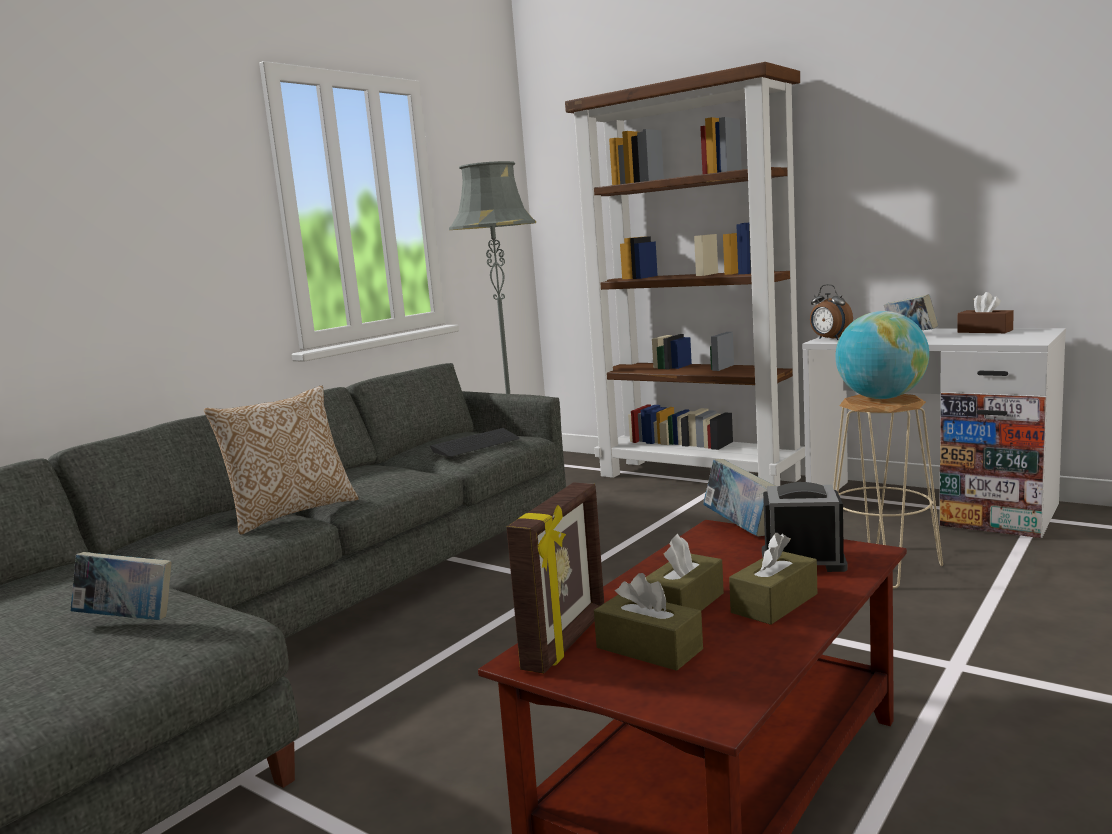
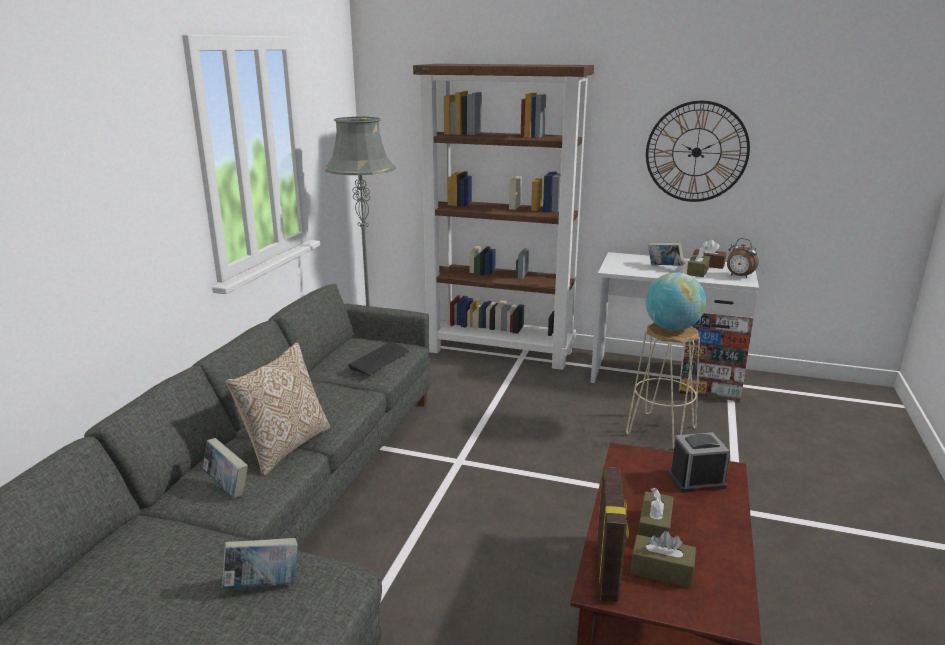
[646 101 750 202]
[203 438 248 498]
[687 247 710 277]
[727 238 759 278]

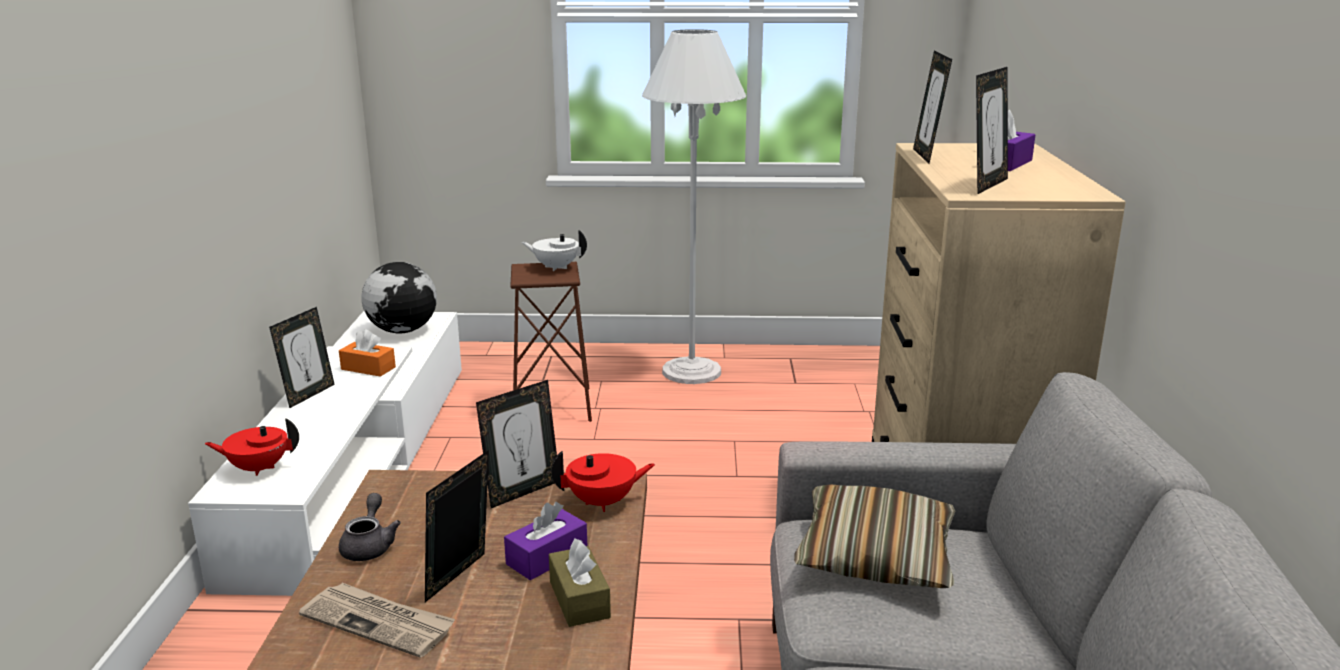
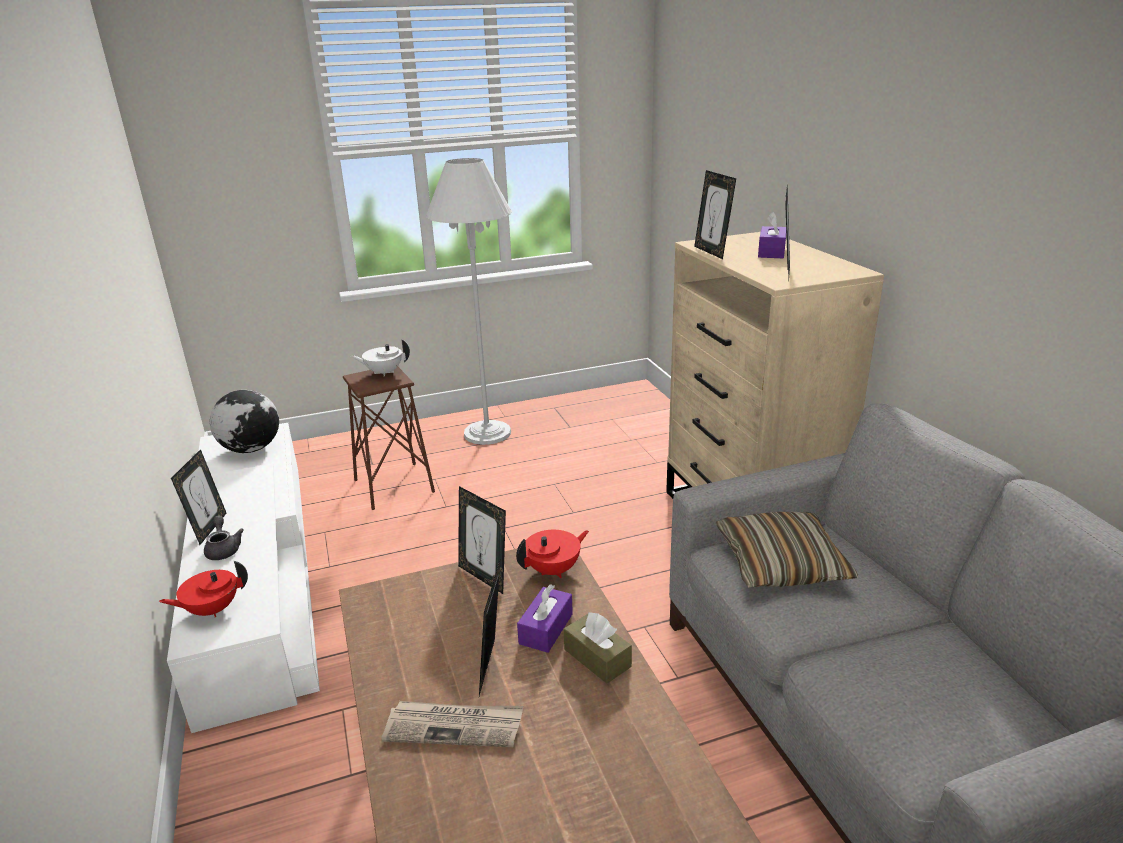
[339 329 396 377] (first image)
[204 516 244 560]
[458 486 506 594]

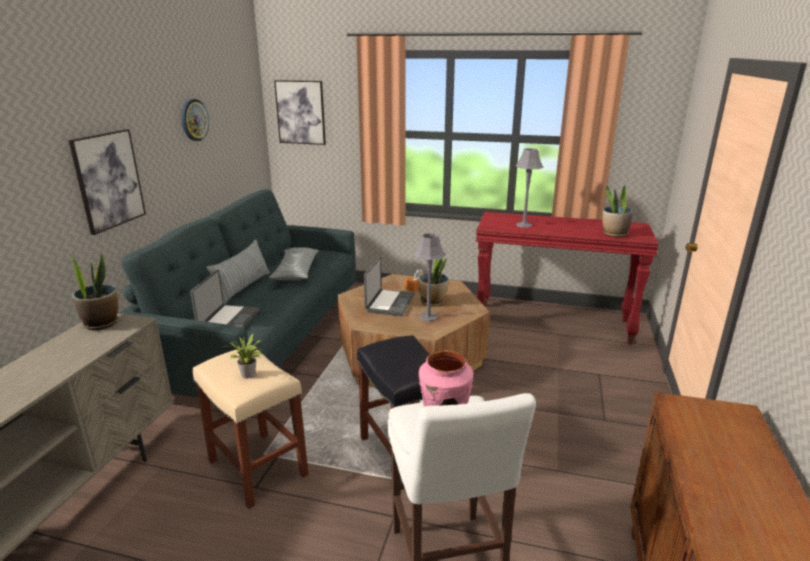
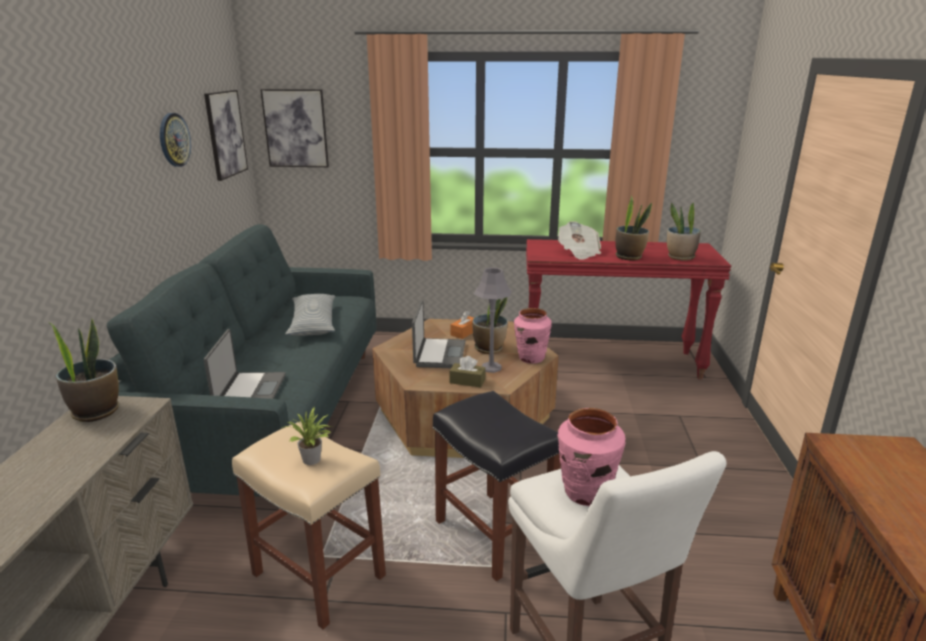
[206 240 270 304] (first image)
[449 356 486 387]
[514 308 552 364]
[615 196 652 260]
[204 90 248 181]
[558 221 601 260]

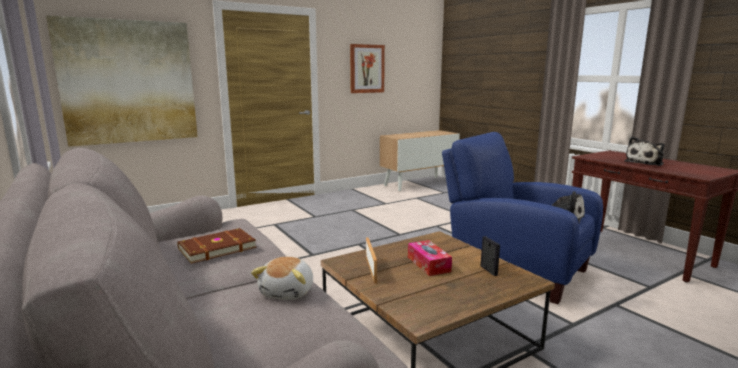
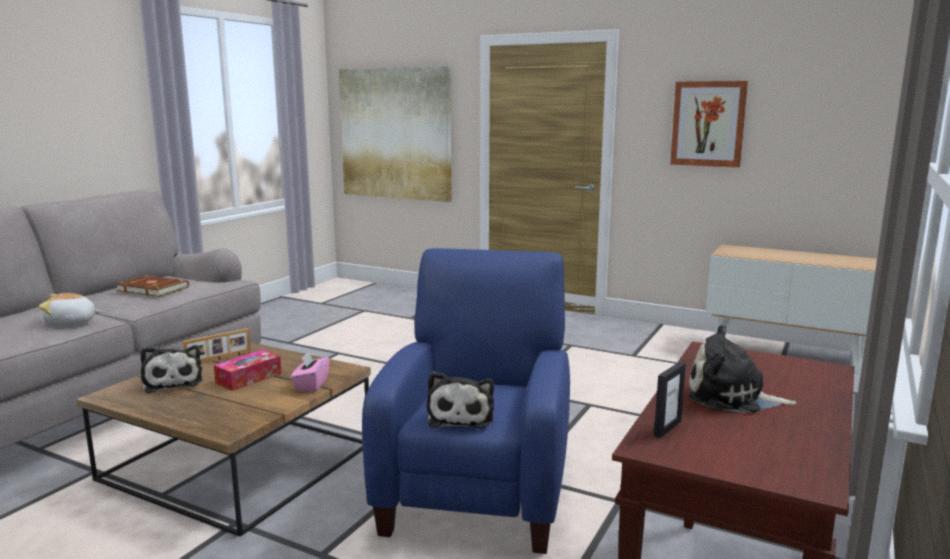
[140 345 203 394]
[291 351 330 392]
[653 362 686 438]

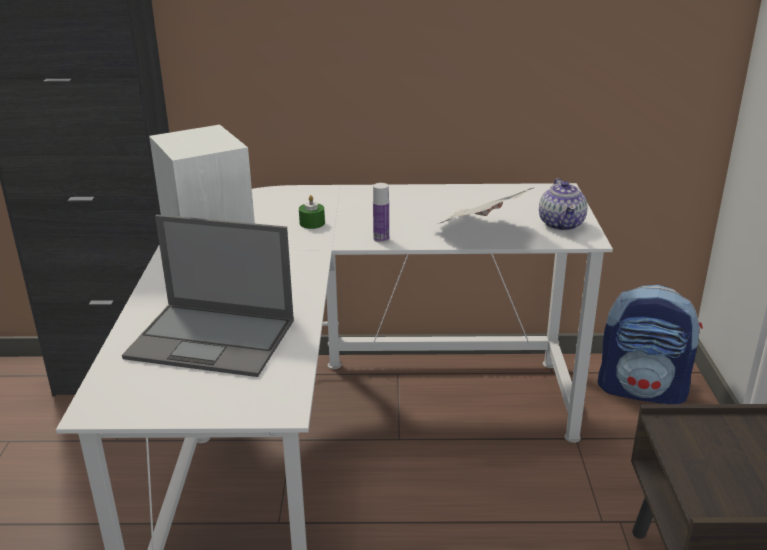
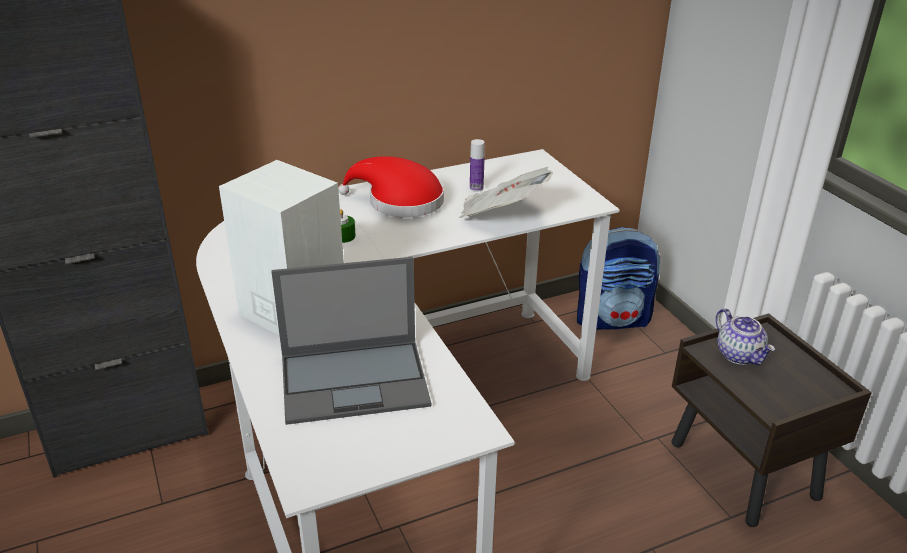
[338 156 444 217]
[470 139 485 192]
[715 308 775 365]

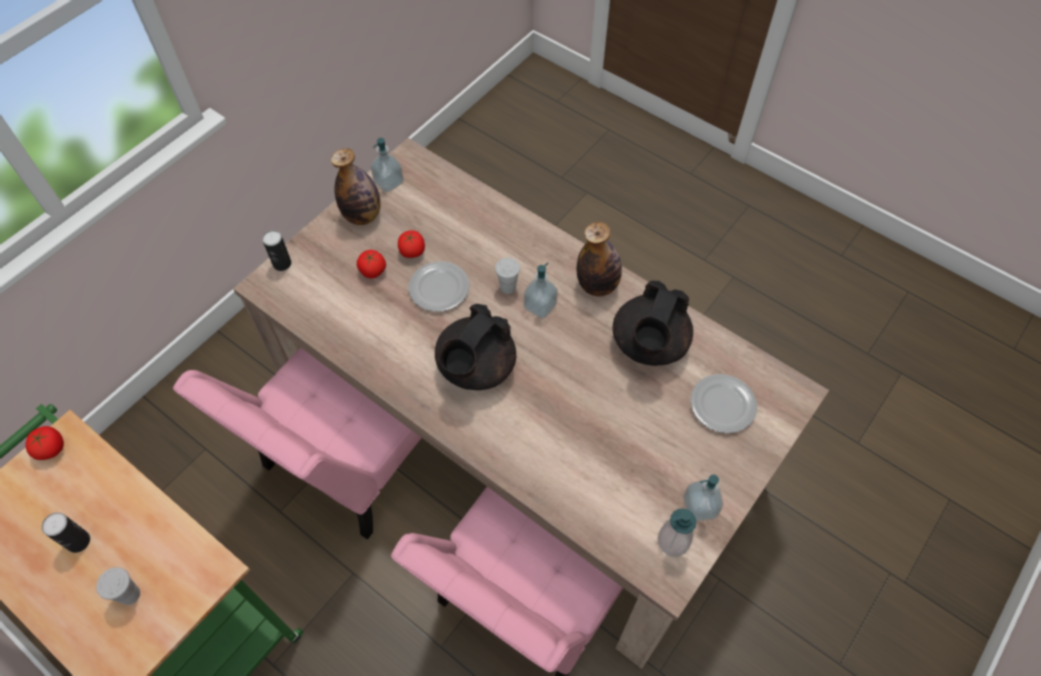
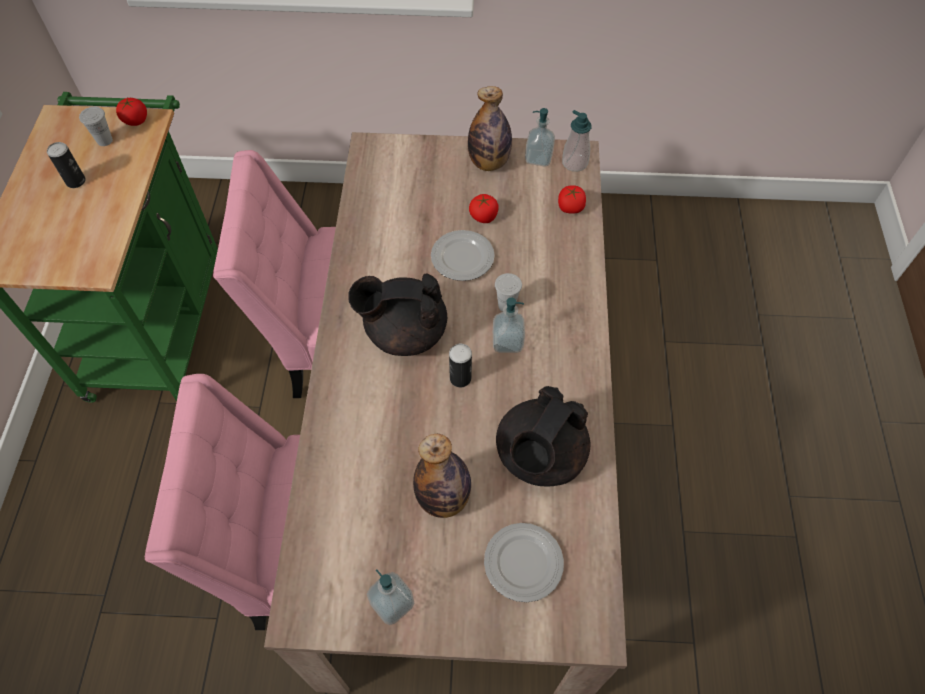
[79 107 113 146]
[449 344 472 387]
[558 185 586 214]
[413 434 471 518]
[562 110 592 172]
[496 386 591 486]

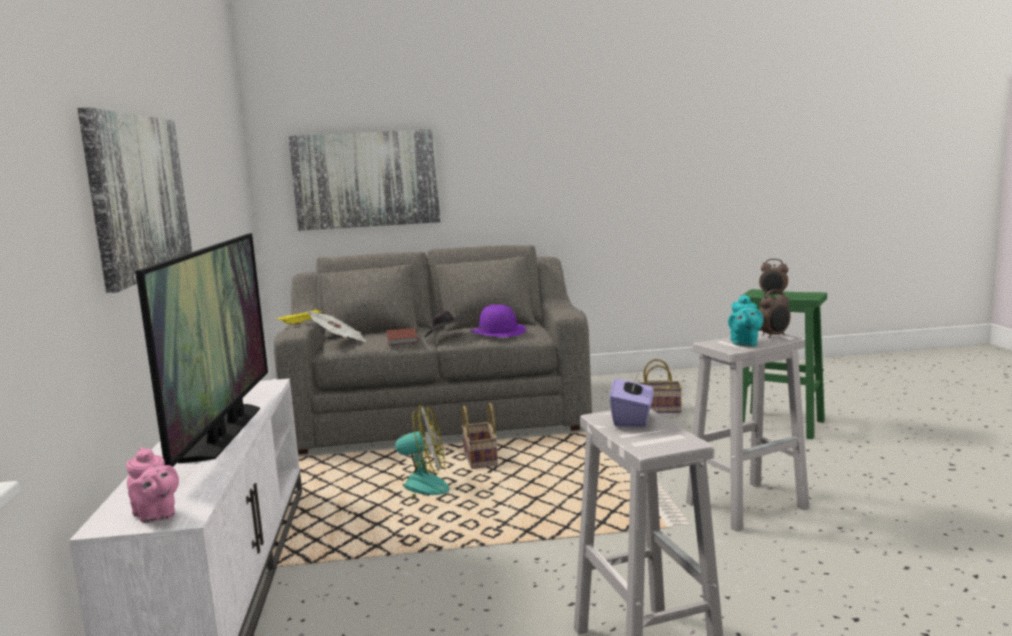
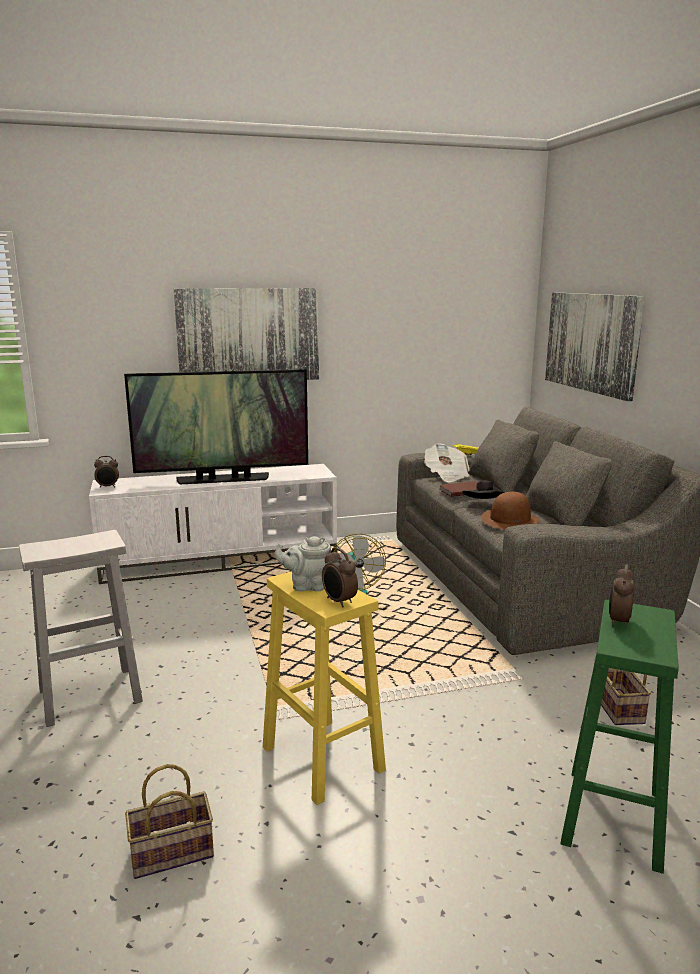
[610 370 654 427] (first image)
[125 764 214 879]
[94 456 119 488]
[481 492 540 529]
[263 572 386 805]
[275 536 331 592]

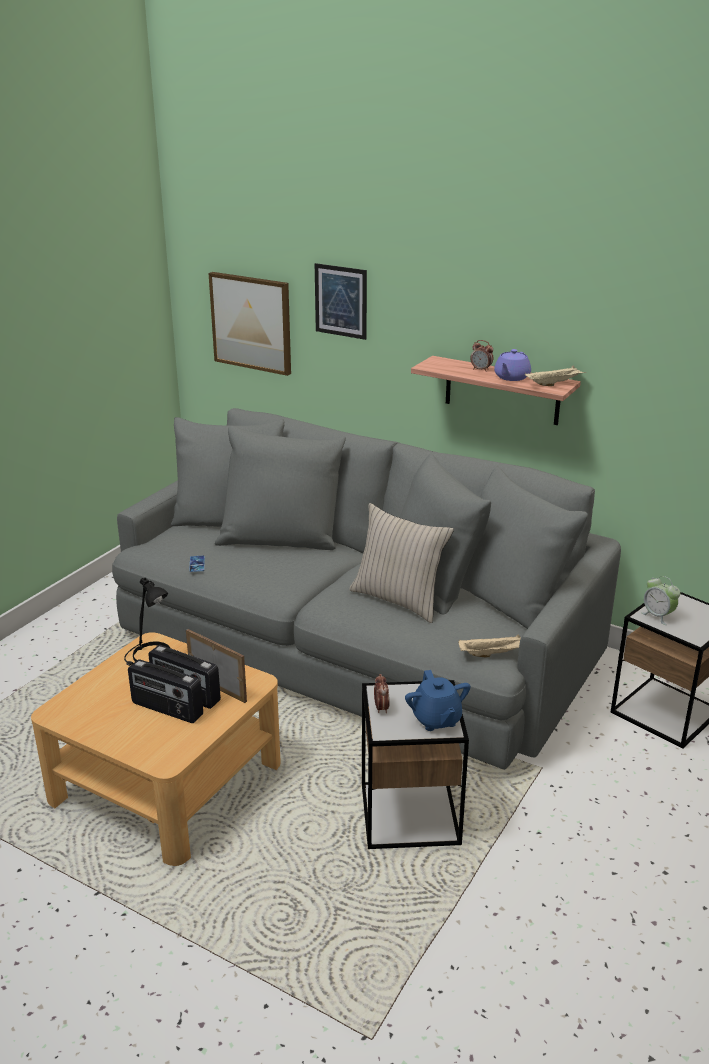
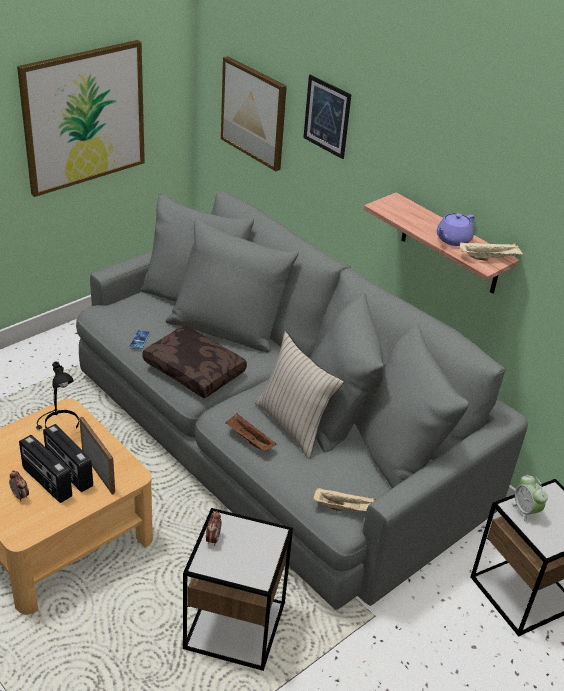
[405 670 471 731] (first image)
[17 40 145 197]
[142 325 247 398]
[225 413 276 451]
[9 470 29 502]

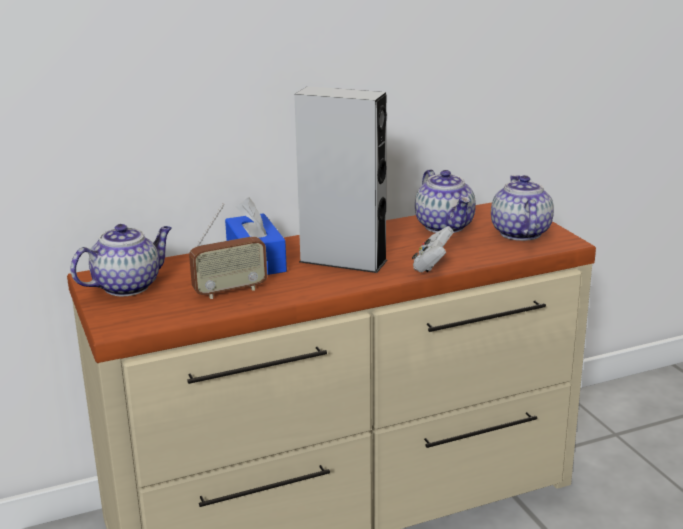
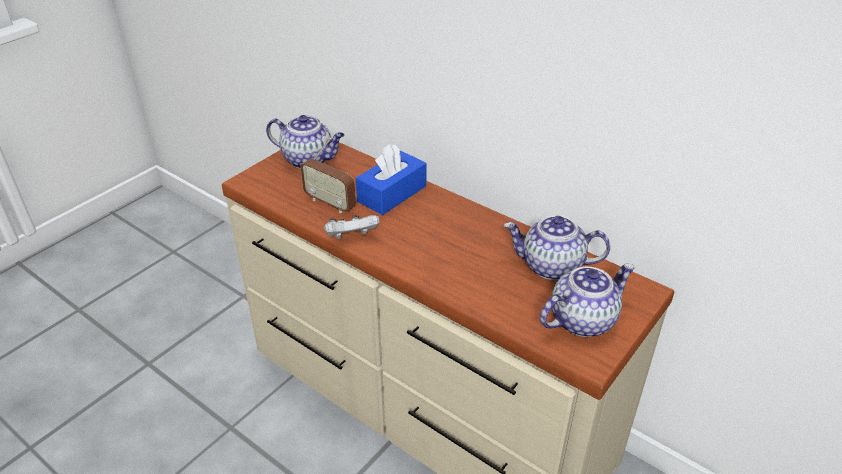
[294 86 387 273] (first image)
[324 215 379 239]
[504 215 610 280]

